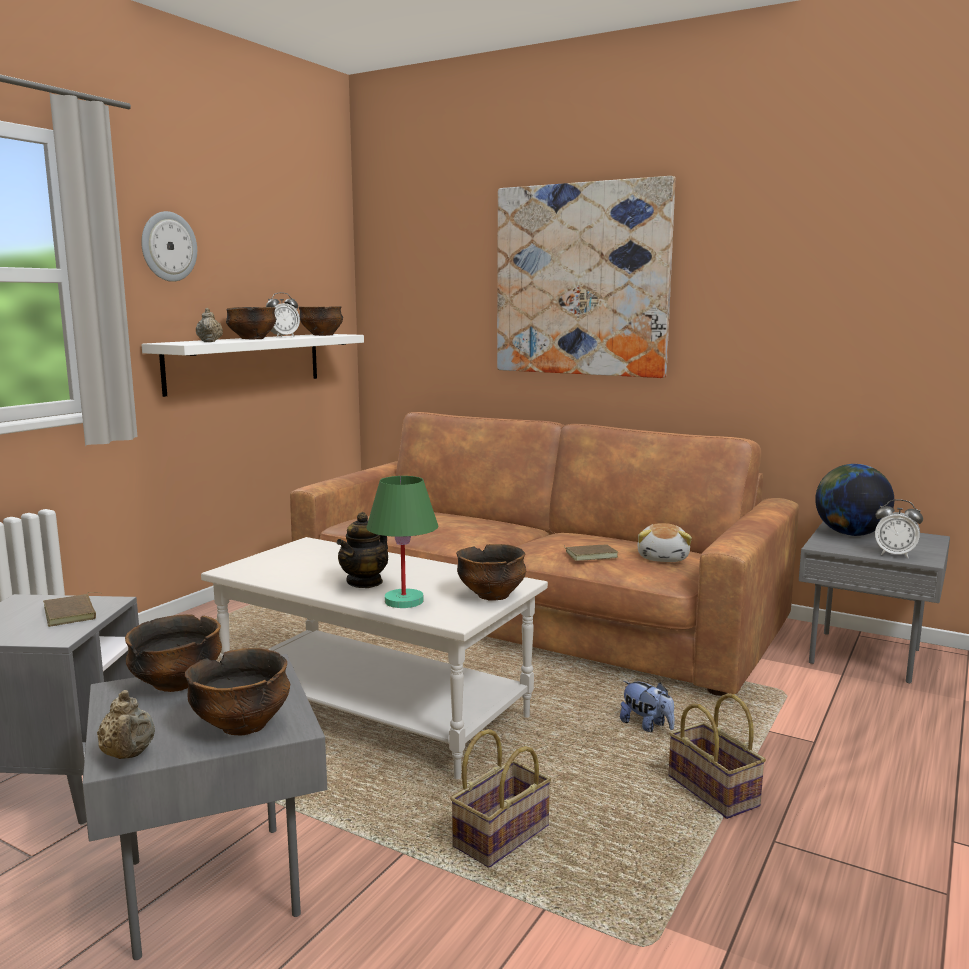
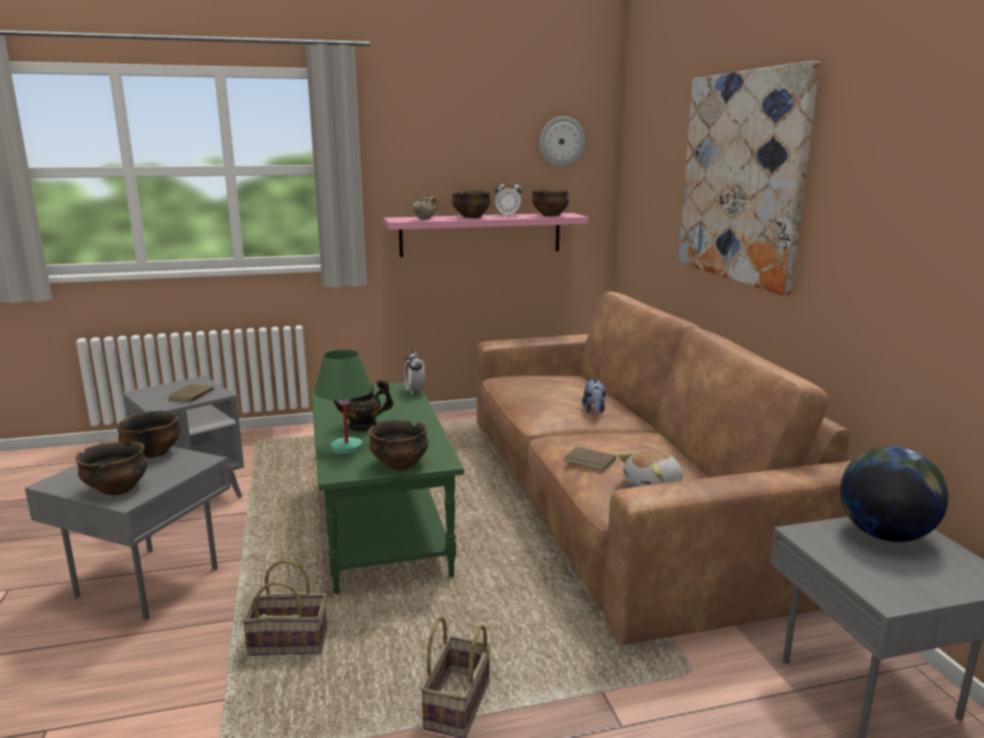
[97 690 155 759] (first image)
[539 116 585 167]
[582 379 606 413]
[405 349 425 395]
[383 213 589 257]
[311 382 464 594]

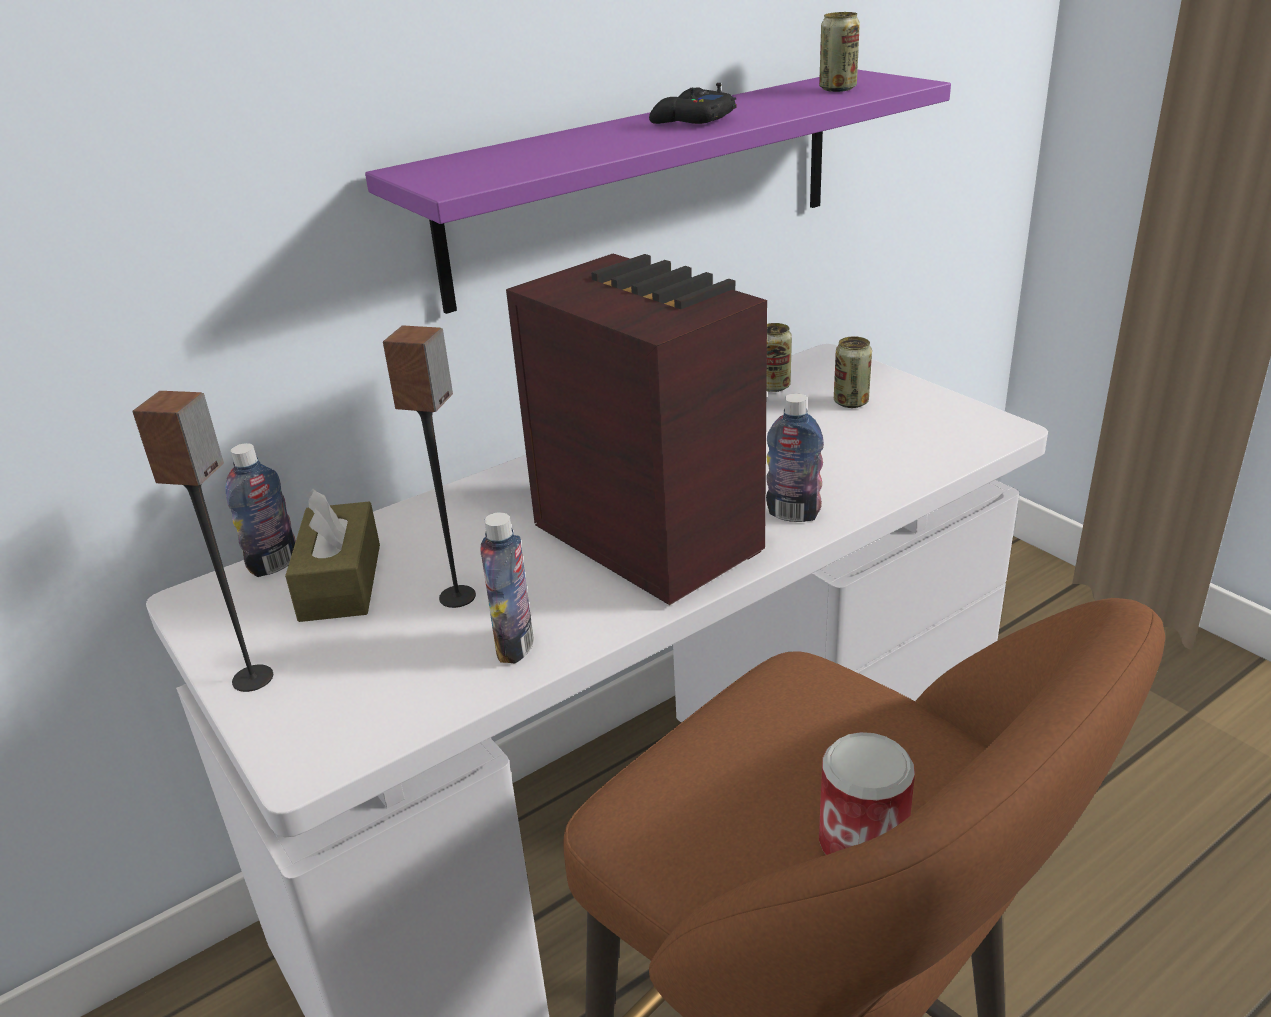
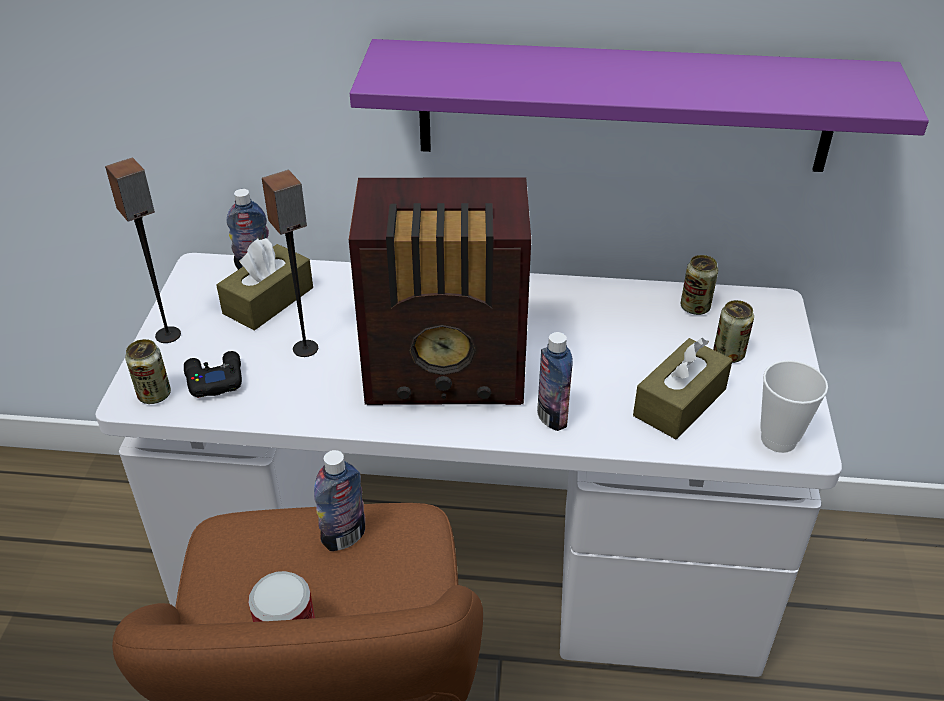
[633 338 733 439]
[760 360 828 453]
[314 450 365 551]
[184 351 242 398]
[125 339 171 404]
[349 177 531 405]

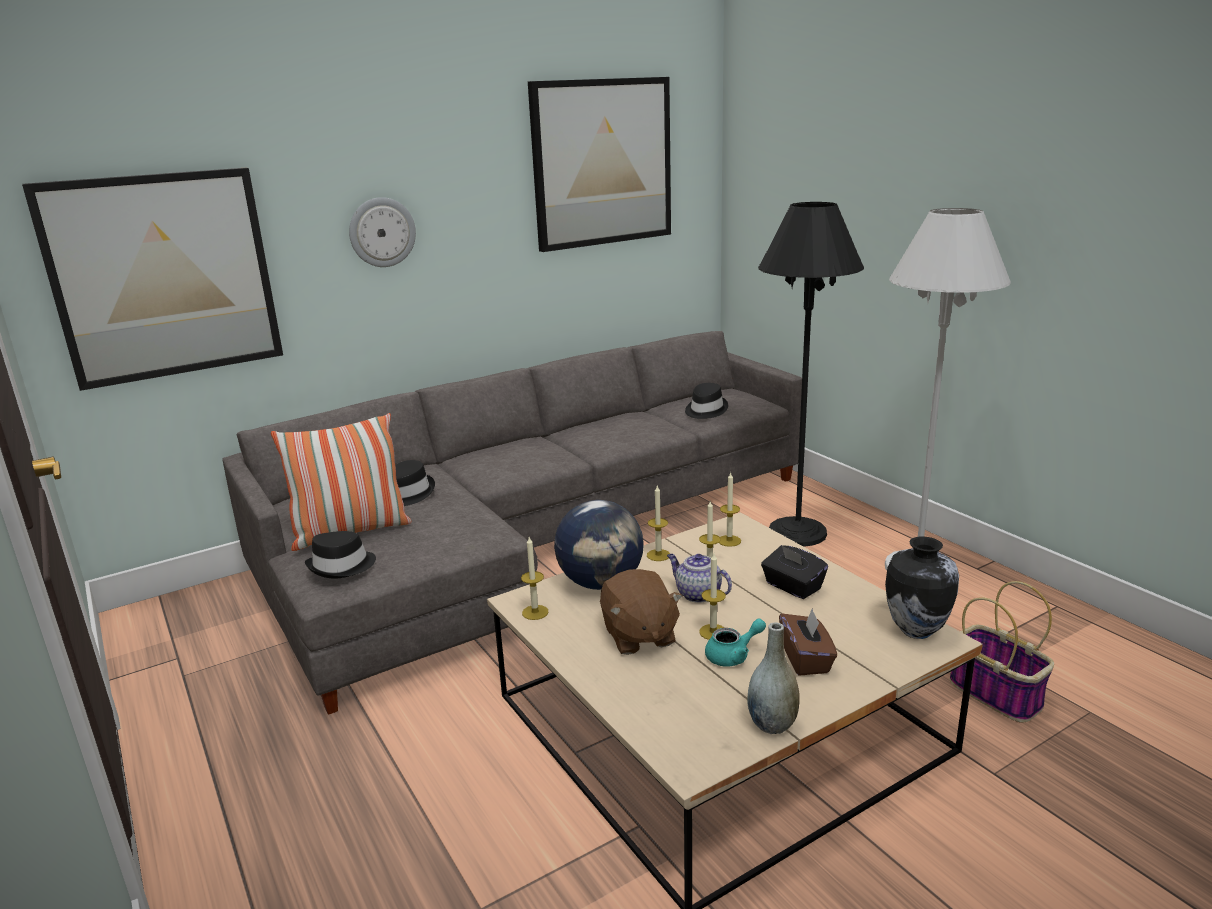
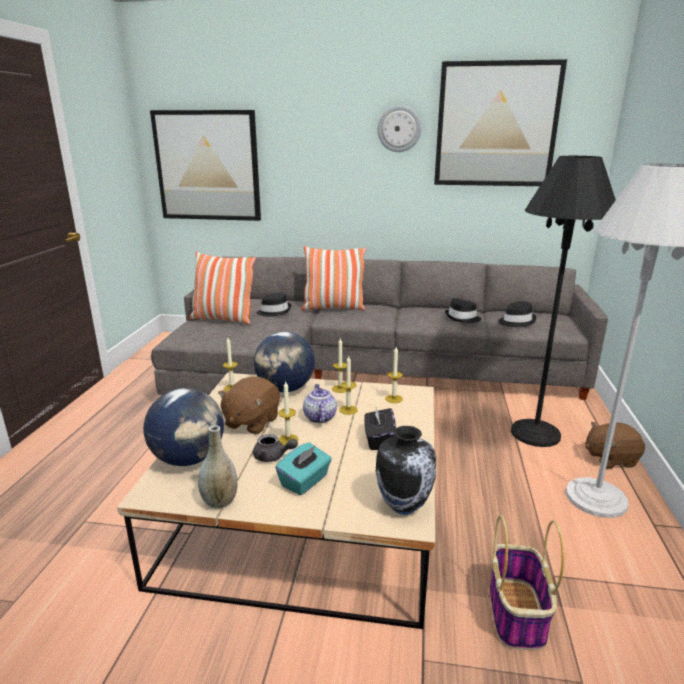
[143 388 224 466]
[302 246 366 310]
[585 422 645 469]
[445 298 482 323]
[378 105 421 152]
[253 434 298 462]
[275 442 332 495]

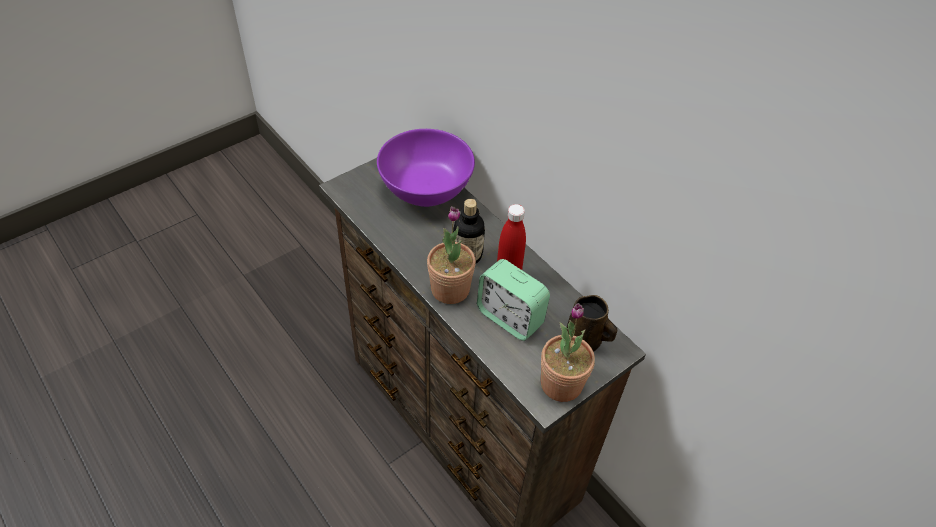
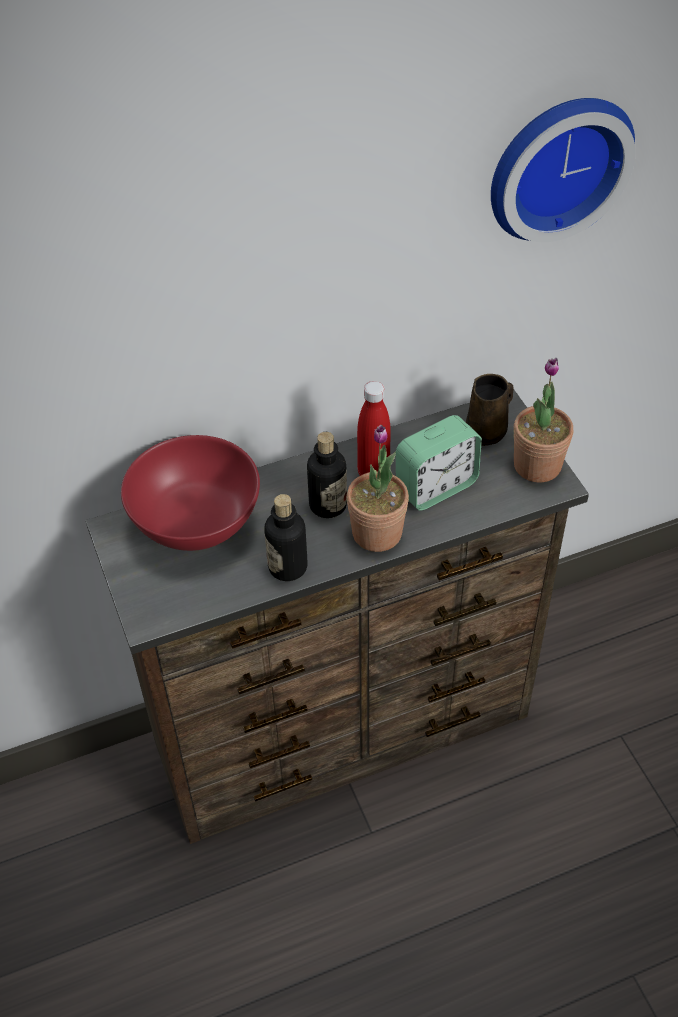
[264 494 307 581]
[491 98 636 242]
[121 435 260 551]

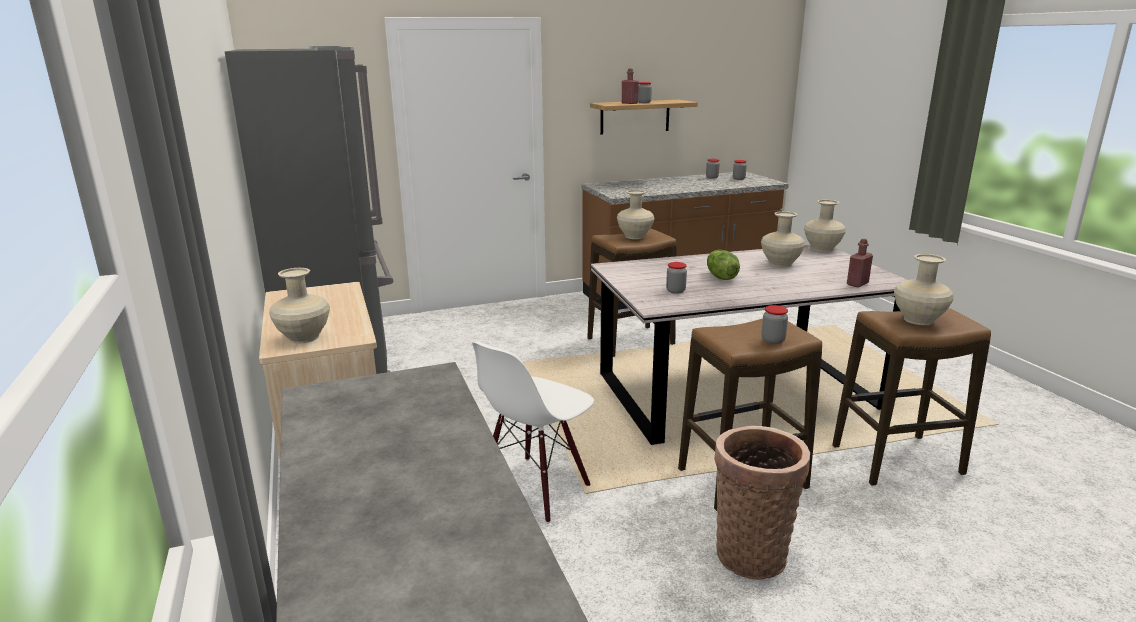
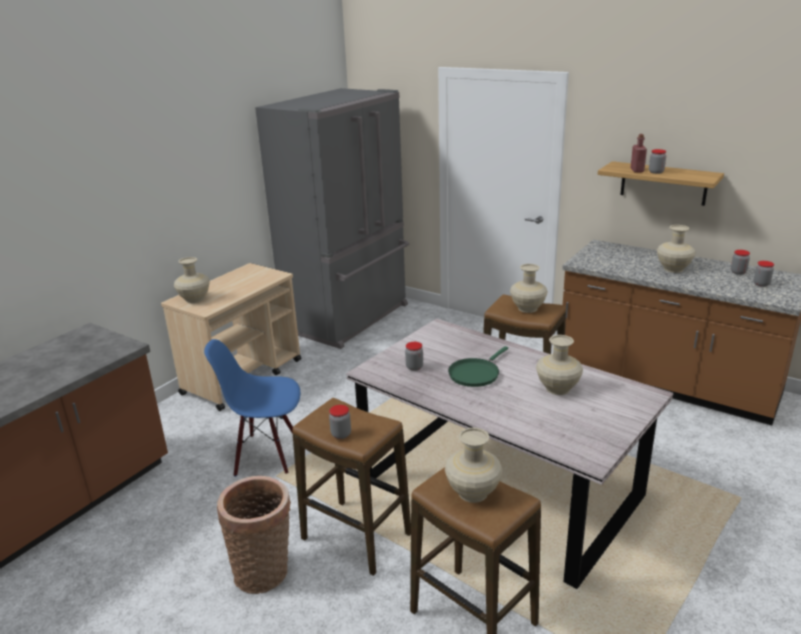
[847 239 873 288] (first image)
[657 225 695 273]
[448 346 508 387]
[204 339 300 477]

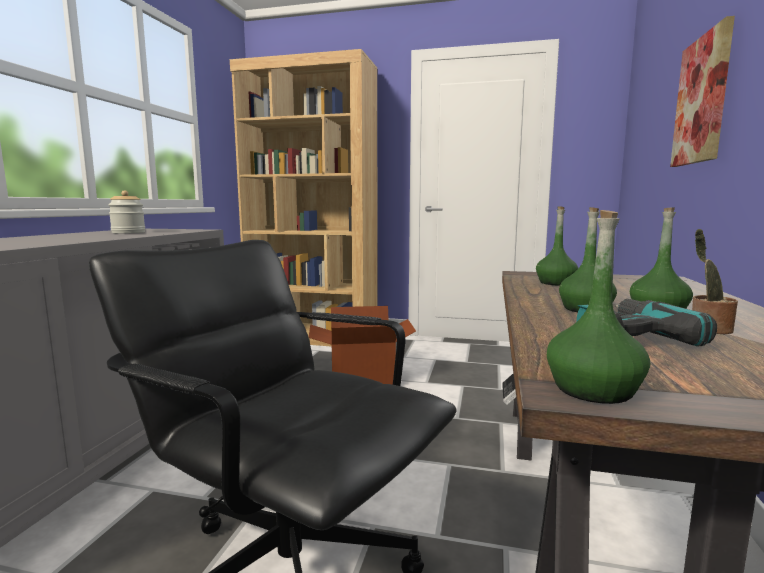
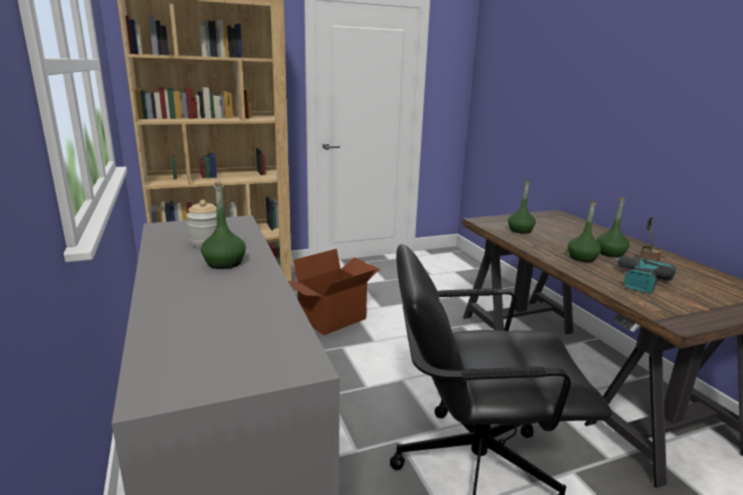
[670 16 735 167] (first image)
[201 182 246 269]

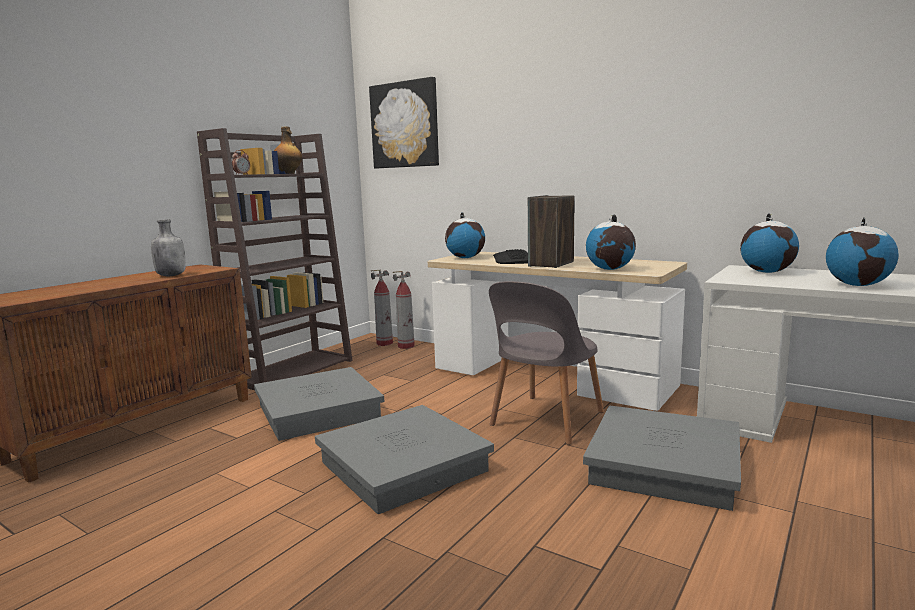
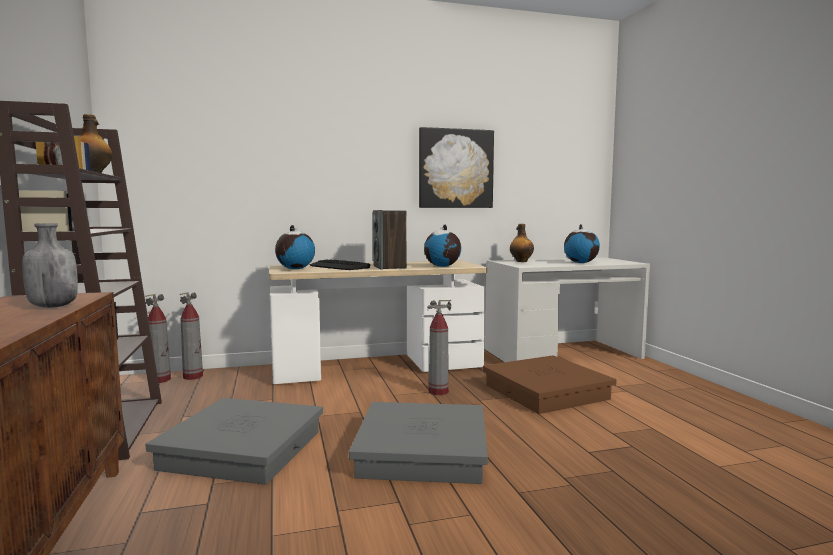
[419 127 494 208]
[427 300 451 395]
[510 224 534 262]
[483 355 617 414]

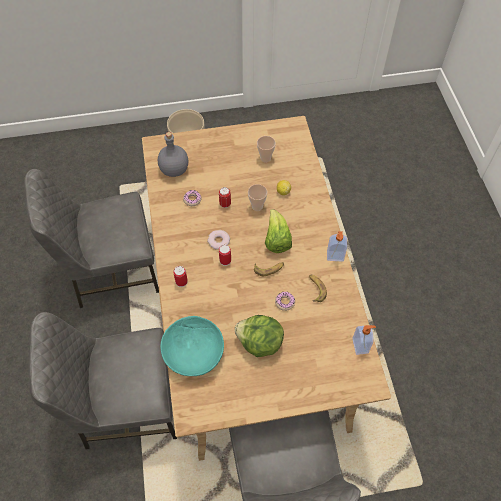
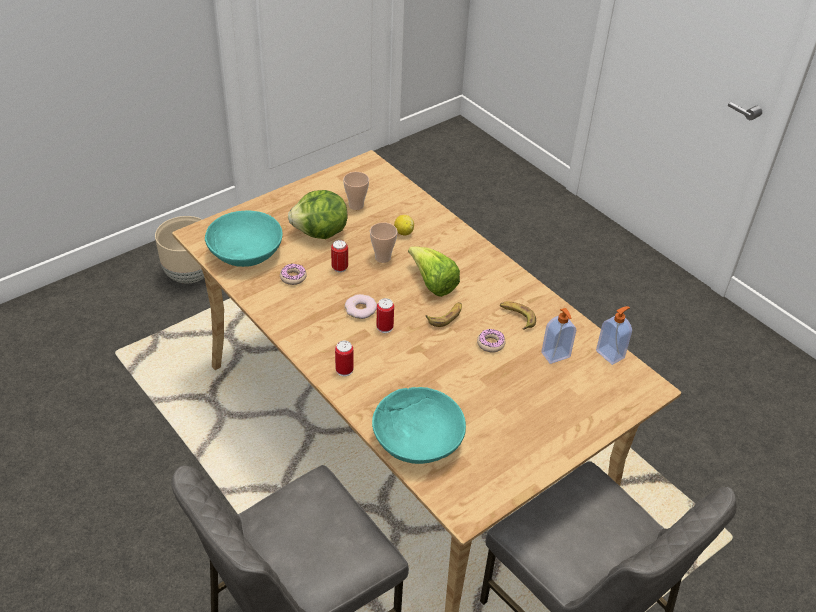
[24 169 159 308] (first image)
[288 190 347 239]
[541 308 576 364]
[205 211 283 267]

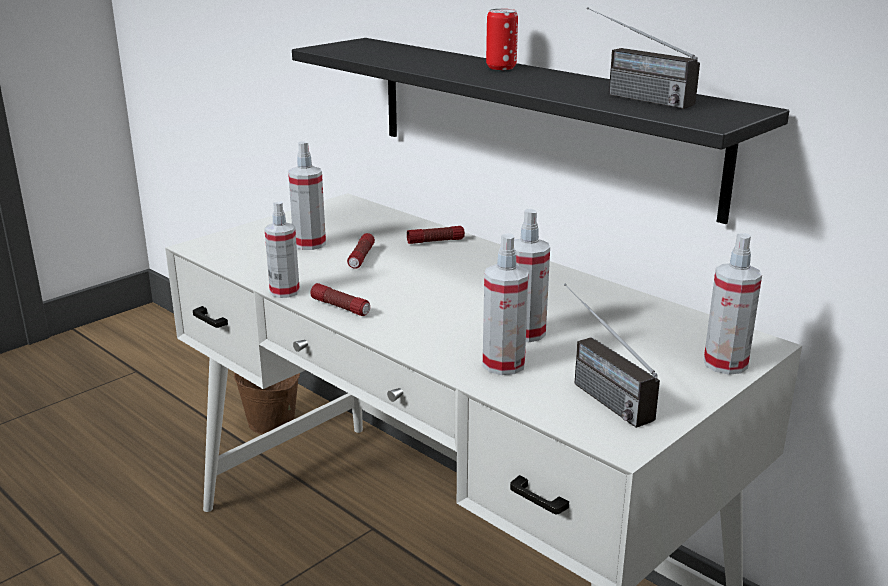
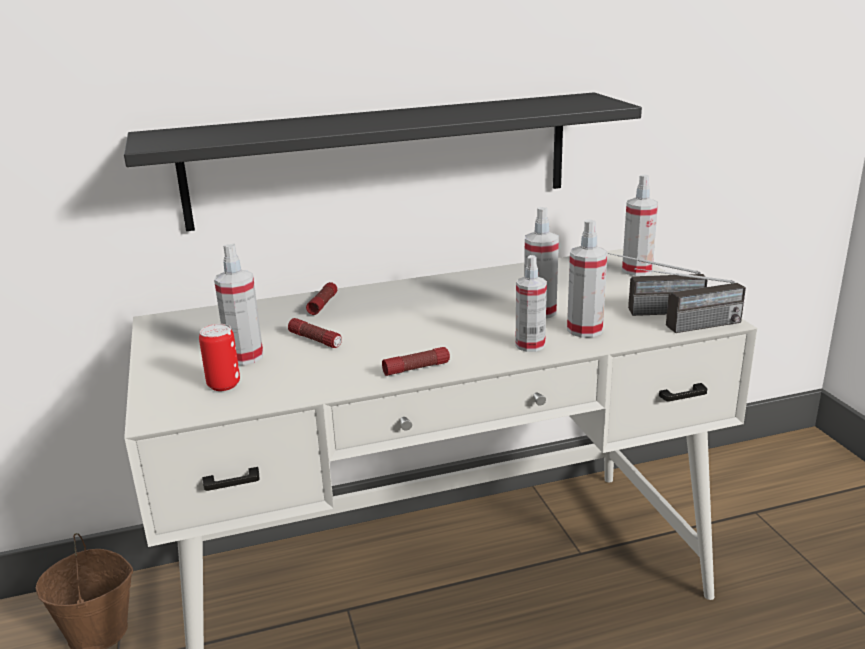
[515 255 547 352]
[199 324 240 391]
[634 268 746 333]

